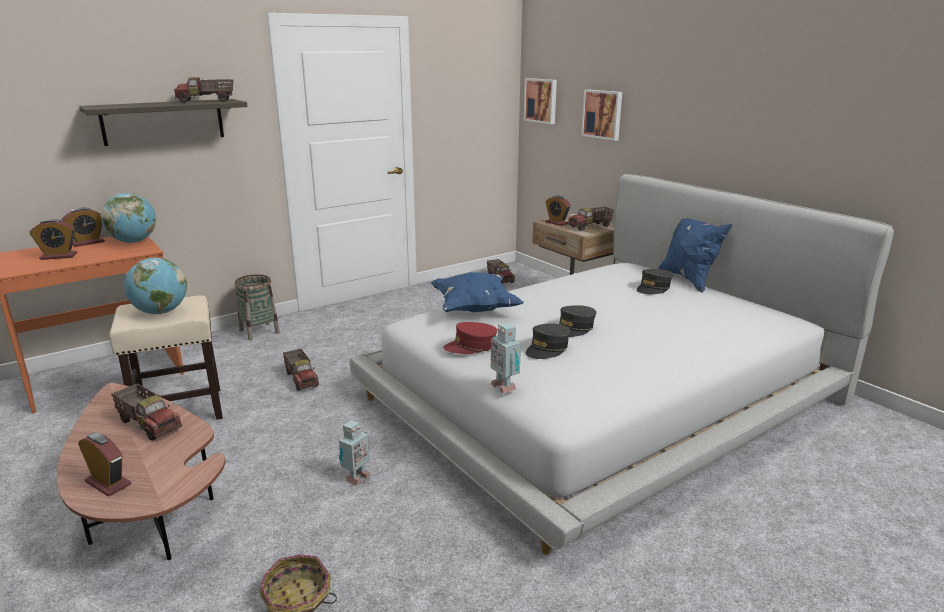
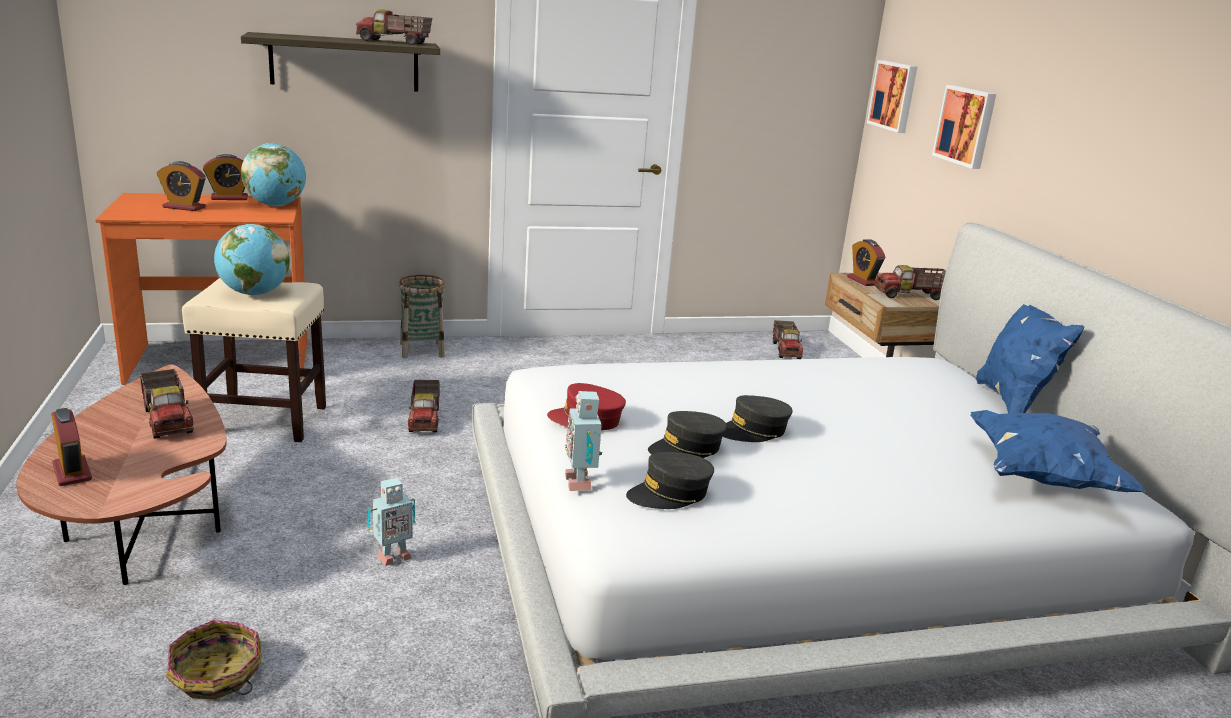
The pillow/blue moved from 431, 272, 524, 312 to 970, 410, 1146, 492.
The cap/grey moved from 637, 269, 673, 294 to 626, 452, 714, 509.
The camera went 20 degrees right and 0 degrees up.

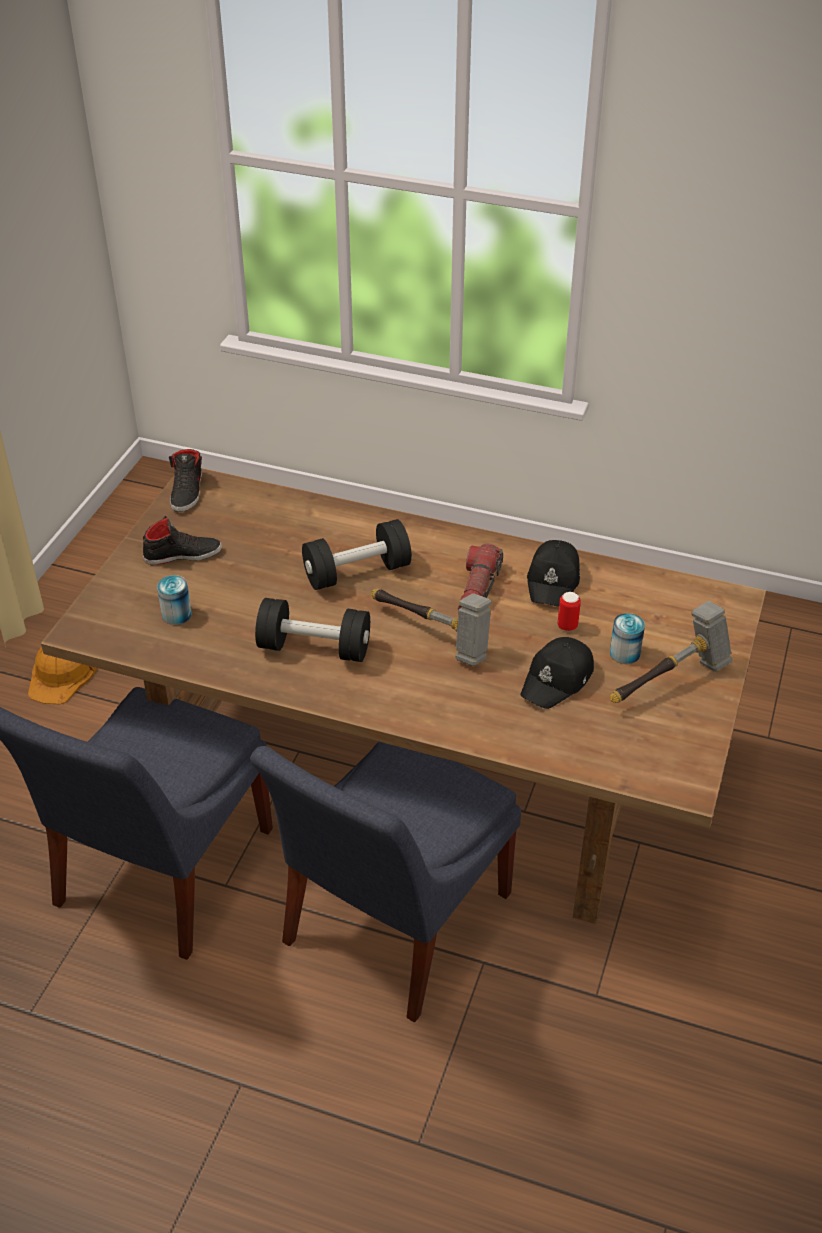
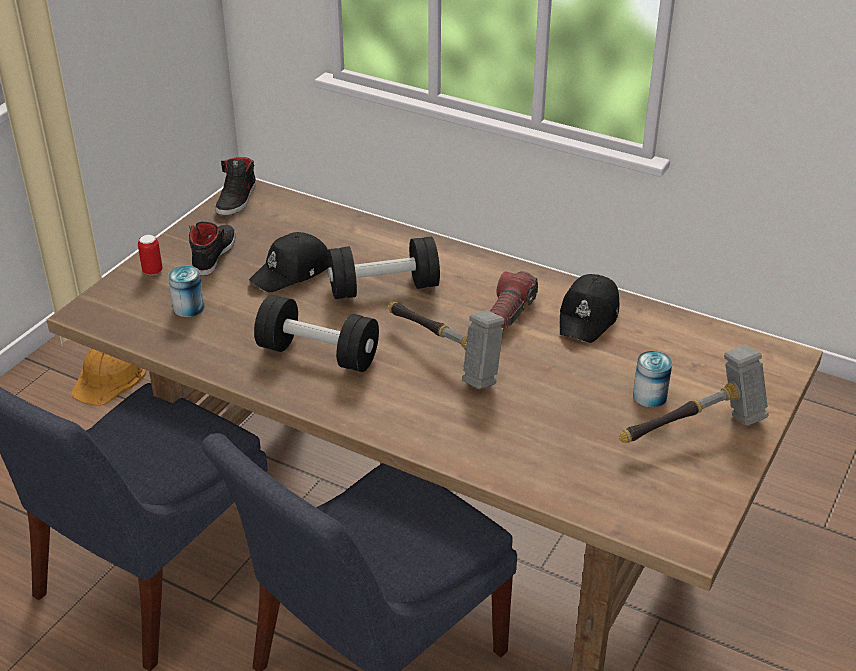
The shoe/black at 143, 516, 222, 565 turned 75 degrees counterclockwise.
The cap/black moved from 520, 637, 594, 709 to 249, 232, 329, 292.
The can moved from 558, 592, 581, 631 to 138, 235, 163, 275.
The camera went 10 degrees right and 5 degrees down.

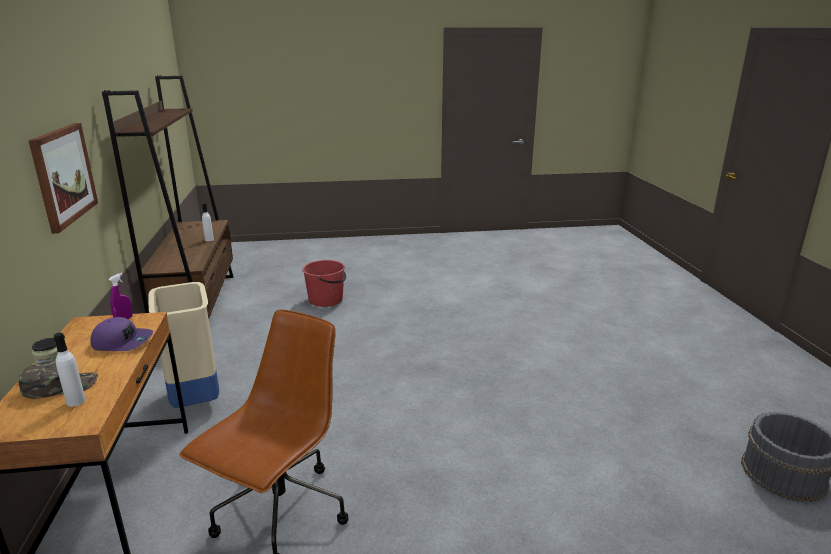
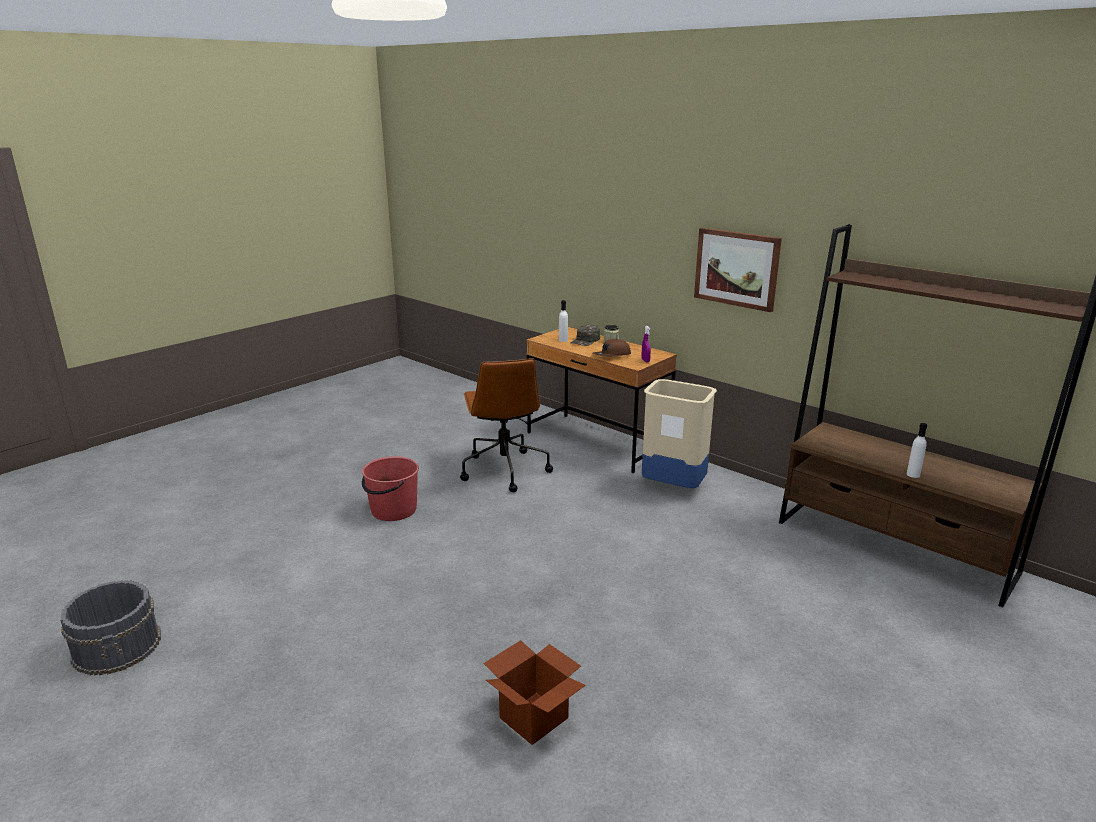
The cap/purple at 91, 317, 153, 351 became the cap/brown at 593, 339, 631, 357.
The bucket/red moved from 302, 260, 346, 307 to 362, 456, 419, 521.
The cardboard box at 483, 640, 586, 745 appeared.
The camera went 140 degrees right and 0 degrees up.

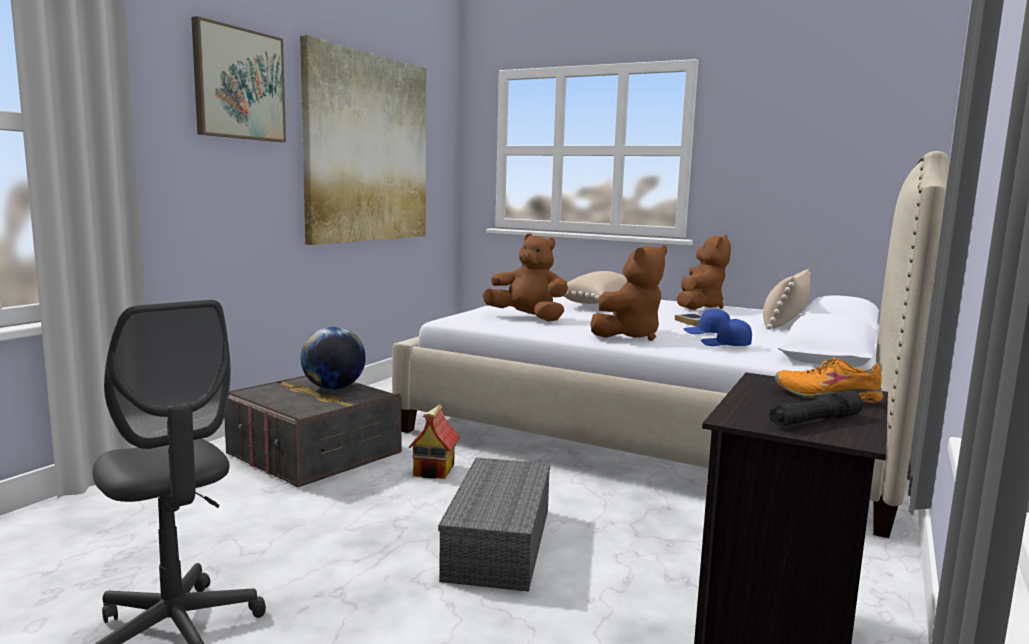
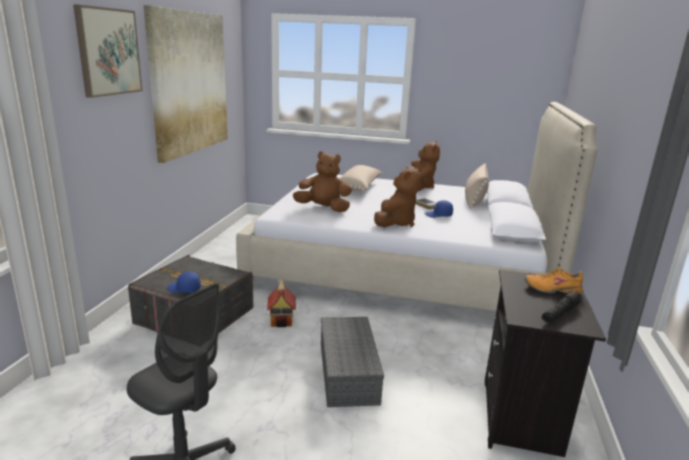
The globe at 301, 326, 366, 390 disappeared.
The cap/blue moved from 701, 319, 752, 346 to 167, 272, 201, 293.
The camera went 15 degrees left and 10 degrees up.

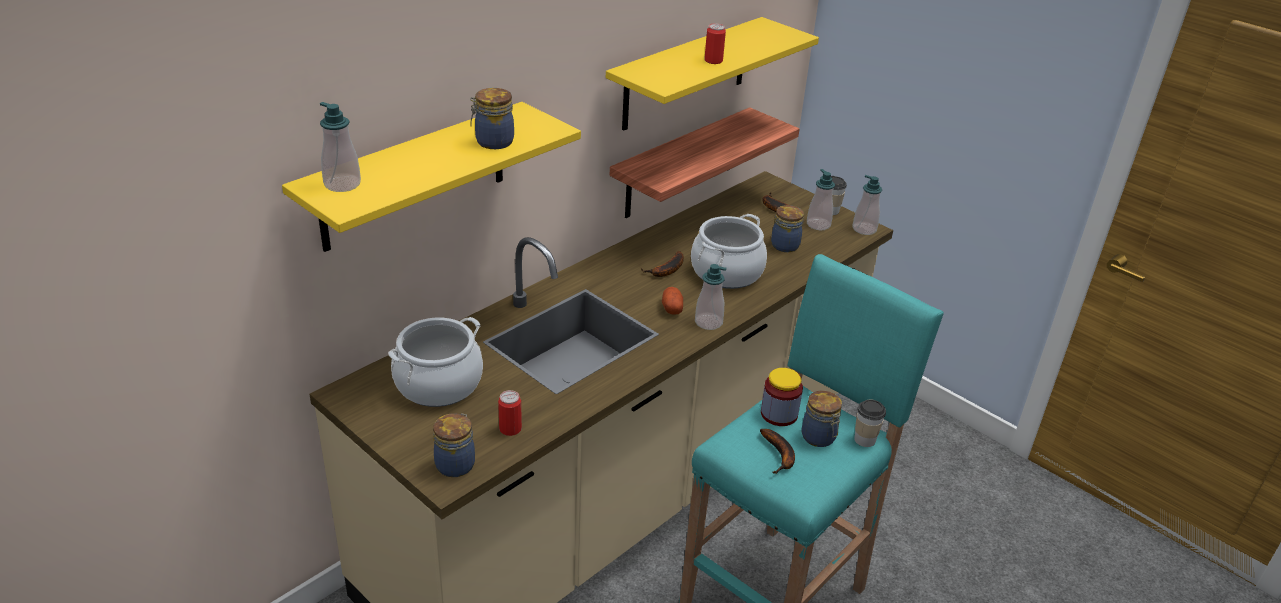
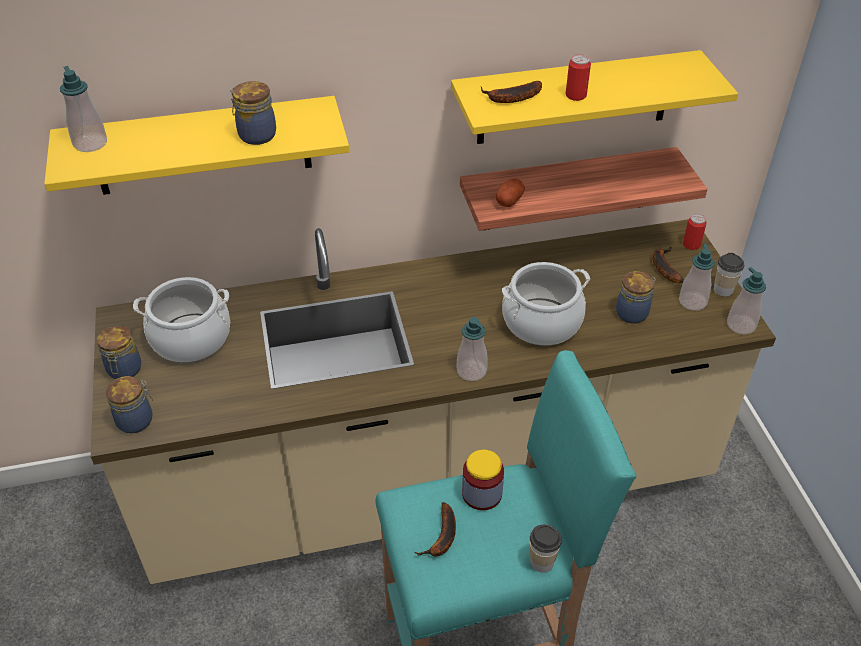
The can moved from 498, 390, 522, 436 to 683, 213, 707, 250.
The banana moved from 641, 251, 684, 277 to 481, 81, 542, 103.
The potato moved from 662, 287, 683, 314 to 496, 178, 525, 207.
The jar moved from 801, 391, 842, 447 to 97, 325, 141, 379.
The camera went 35 degrees right and 10 degrees up.

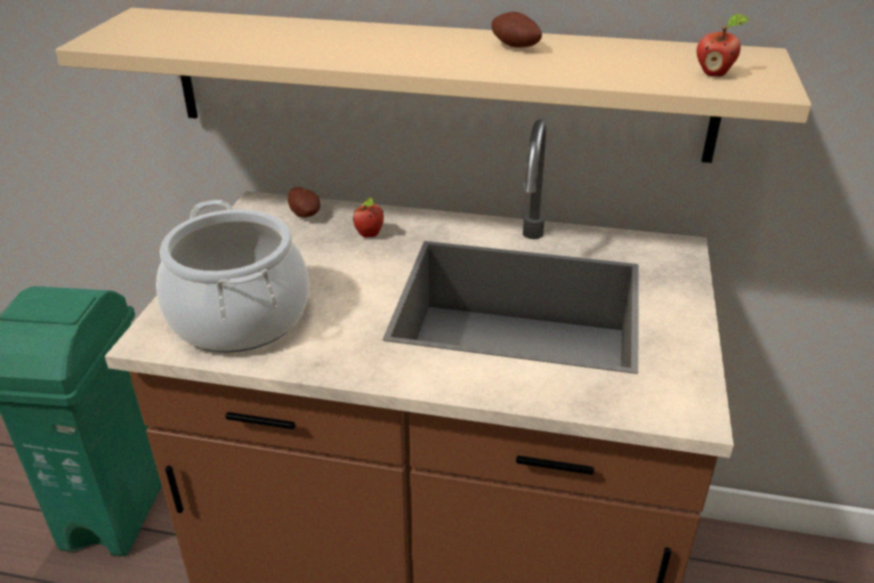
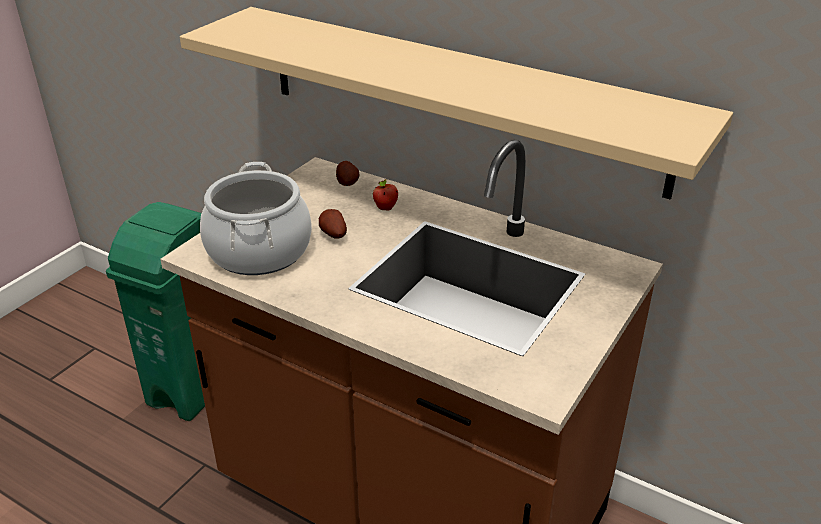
The potato moved from 491, 12, 542, 48 to 319, 209, 347, 239.
The apple at 697, 14, 749, 77 disappeared.
The camera went 20 degrees right and 0 degrees up.

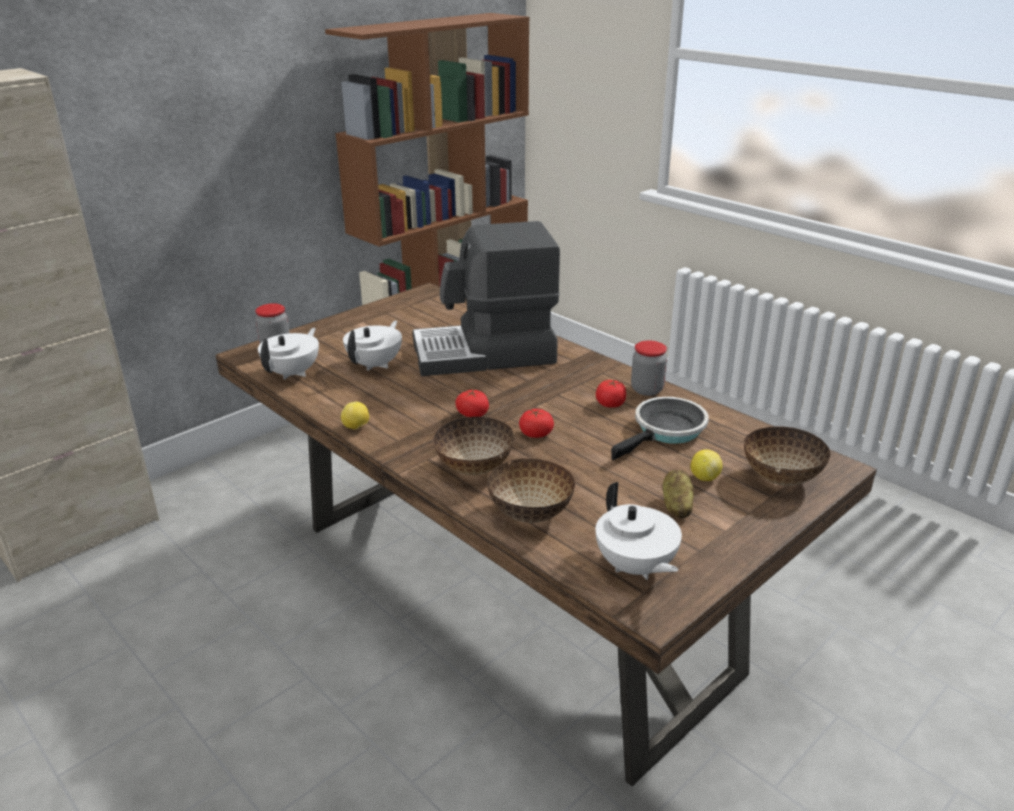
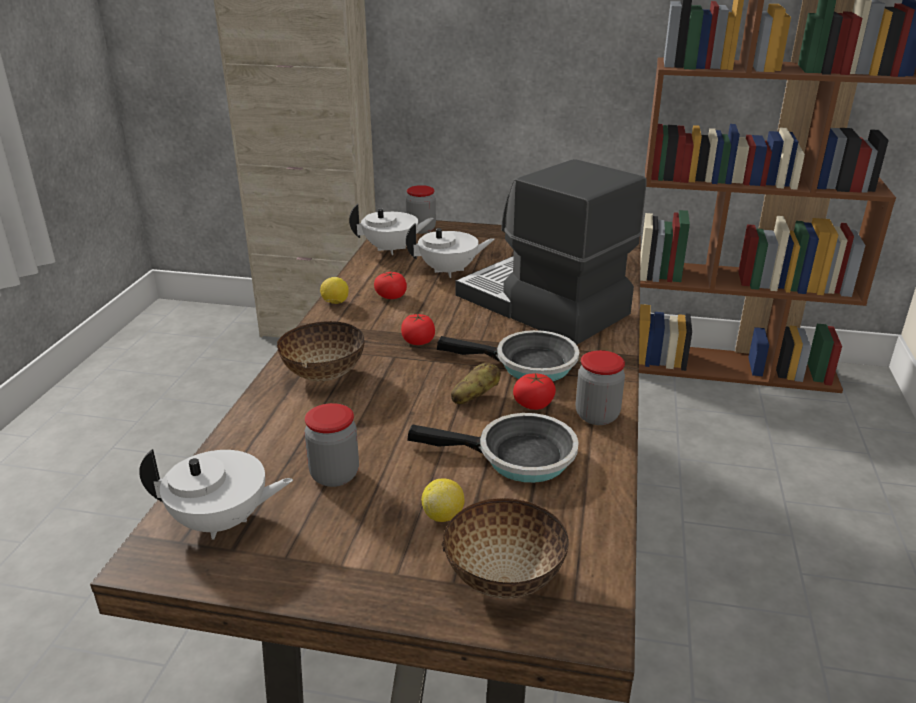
The bowl at 487, 458, 576, 523 disappeared.
The tomato moved from 519, 409, 554, 438 to 374, 272, 407, 299.
The teapot/white at 596, 482, 682, 580 turned 120 degrees counterclockwise.
The potato moved from 663, 470, 694, 518 to 451, 363, 501, 404.
The jar at 304, 403, 359, 487 appeared.
The frying pan at 437, 330, 579, 381 appeared.
The camera went 55 degrees right and 0 degrees up.

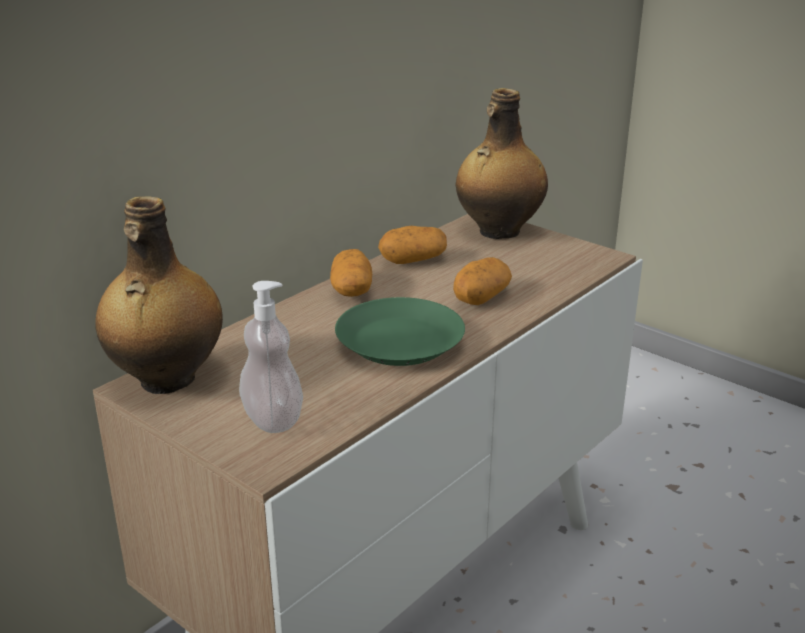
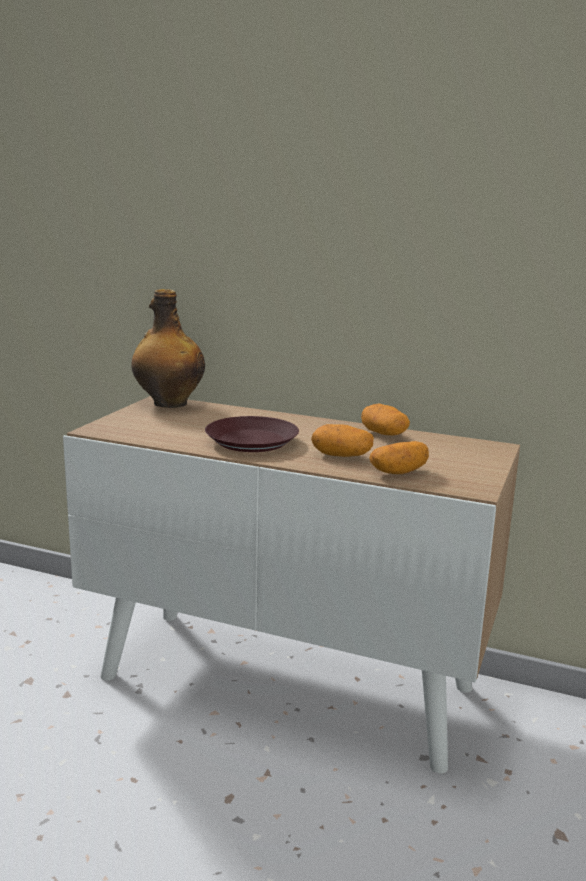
The soap dispenser at 239, 281, 303, 433 disappeared.
The potato moved from 330, 249, 372, 297 to 369, 441, 429, 474.
The plate/green at 335, 297, 465, 366 became the plate/brown at 205, 416, 299, 452.
The bottle at 456, 88, 548, 239 disappeared.
The camera went 70 degrees right and 10 degrees down.

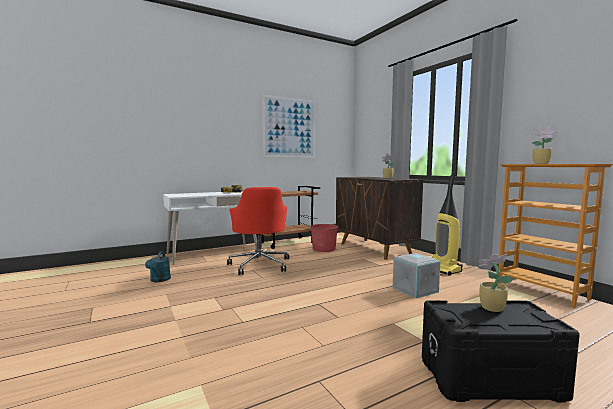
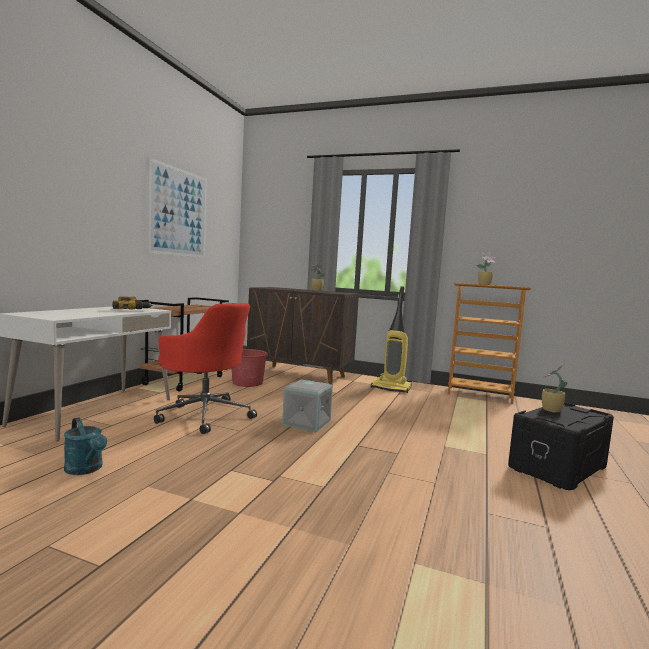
The storage box/grey moved from 393, 253, 440, 298 to 282, 379, 333, 432.
The camera went 40 degrees left and 0 degrees up.

